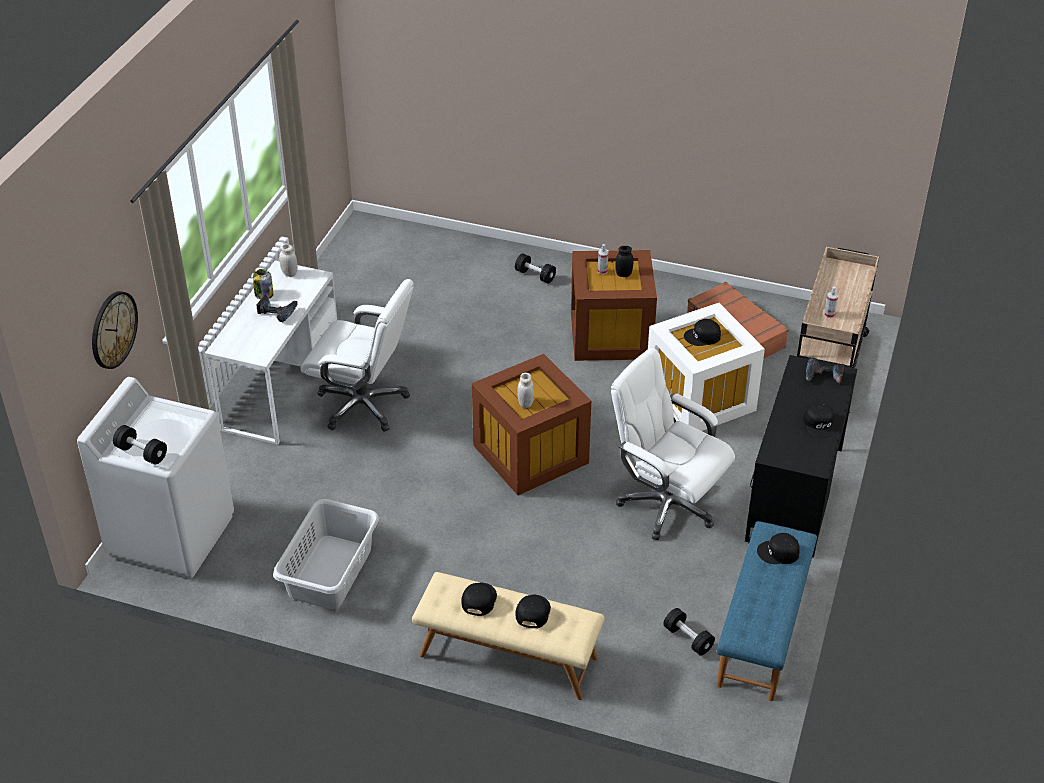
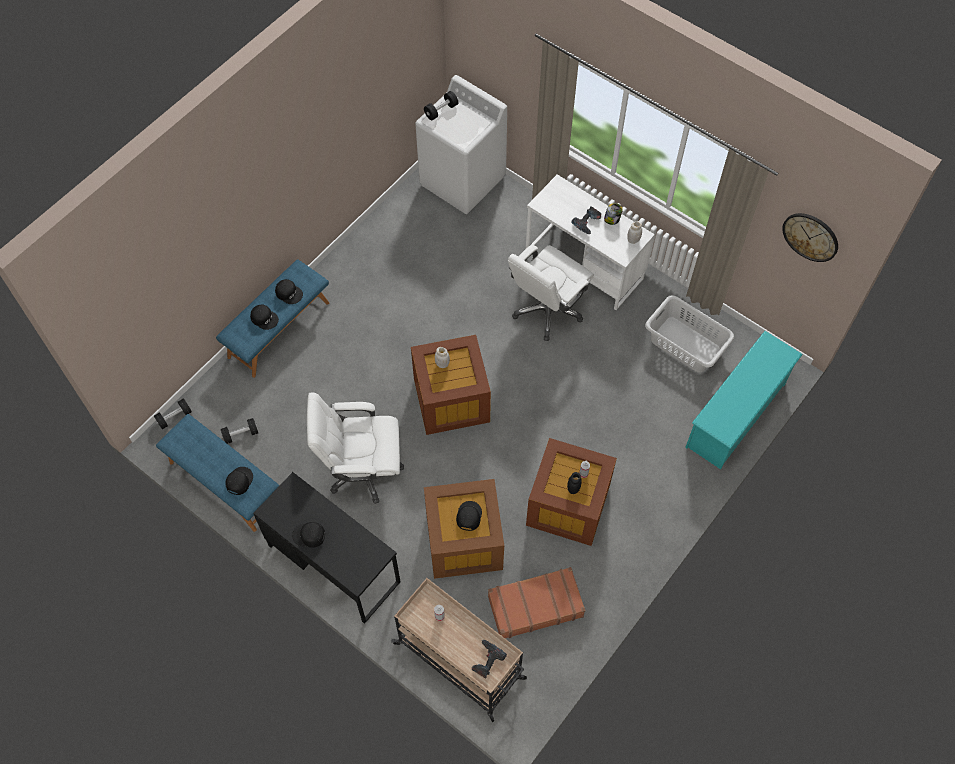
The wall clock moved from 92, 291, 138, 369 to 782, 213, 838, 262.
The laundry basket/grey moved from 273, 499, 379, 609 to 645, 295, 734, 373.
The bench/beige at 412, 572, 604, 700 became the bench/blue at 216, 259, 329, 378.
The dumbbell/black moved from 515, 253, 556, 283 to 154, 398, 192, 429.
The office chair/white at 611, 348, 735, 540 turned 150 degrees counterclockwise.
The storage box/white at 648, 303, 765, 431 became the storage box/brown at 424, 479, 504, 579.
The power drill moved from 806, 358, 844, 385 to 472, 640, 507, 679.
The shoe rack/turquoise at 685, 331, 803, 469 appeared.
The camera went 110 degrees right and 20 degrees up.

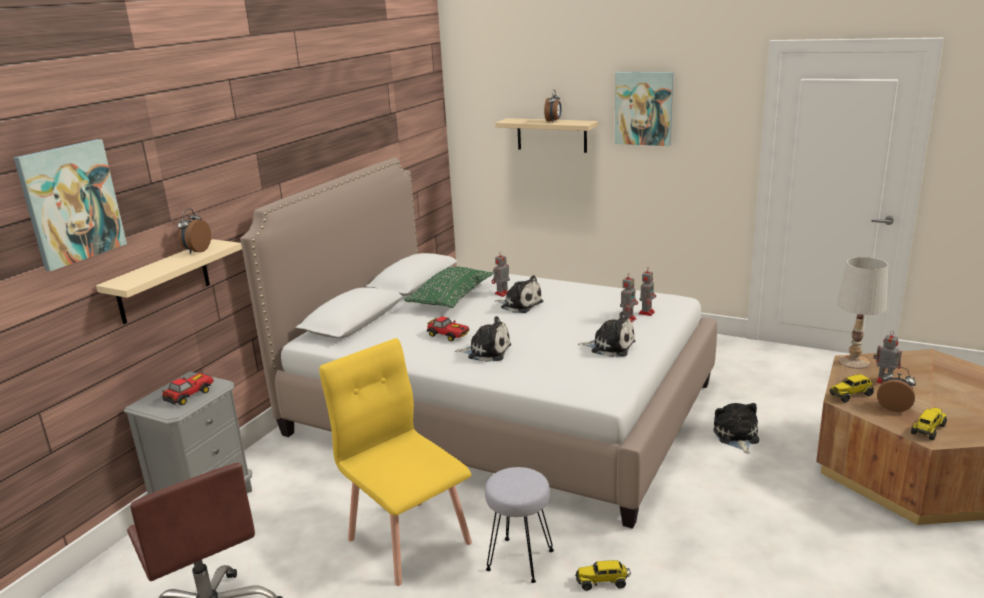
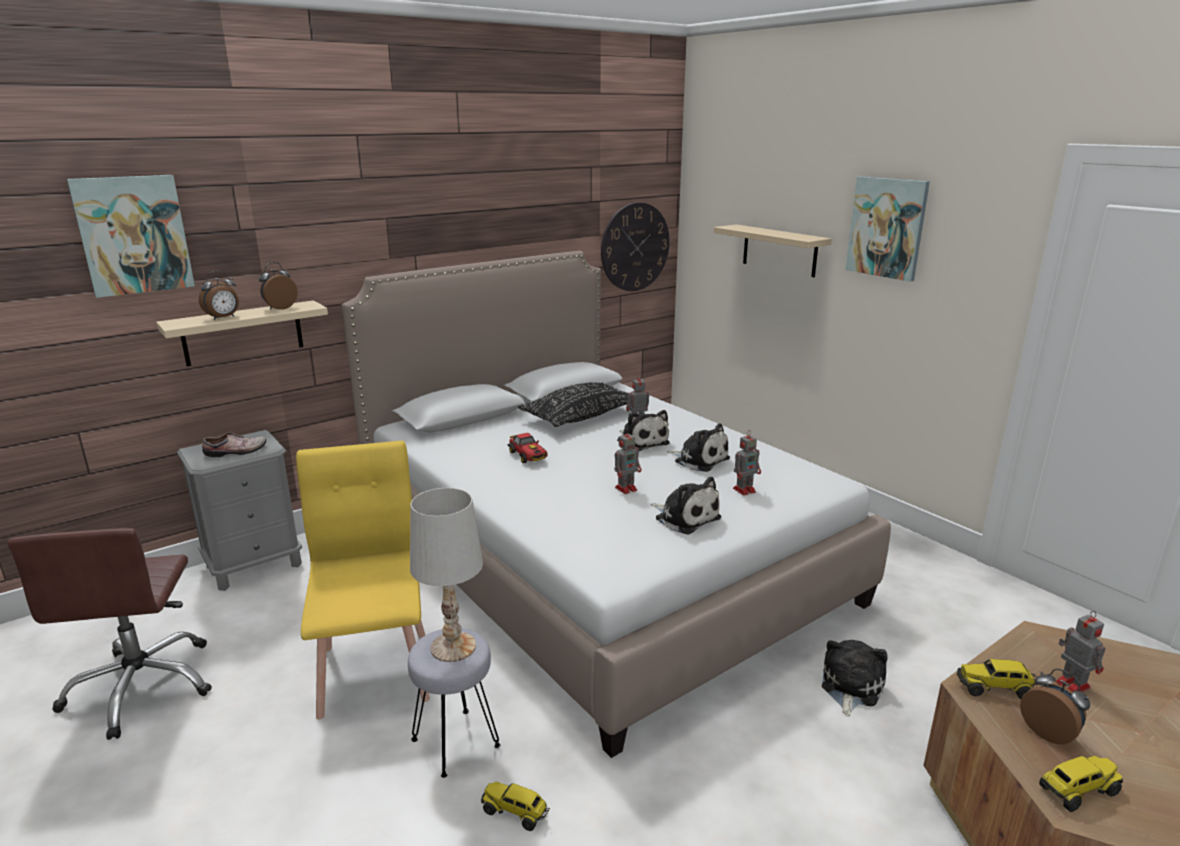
The toy car at 161, 373, 214, 405 was replaced by the shoe at 202, 432, 266, 457.
The pillow/green at 404, 267, 494, 308 became the pillow/black at 518, 382, 628, 427.
The plush toy moved from 455, 316, 511, 362 to 667, 423, 730, 472.
The alarm clock moved from 544, 90, 561, 123 to 199, 270, 239, 320.
The toy robot moved from 638, 267, 656, 316 to 615, 429, 641, 494.
The table lamp/white moved from 837, 257, 888, 369 to 410, 488, 483, 662.
The wall clock at 601, 202, 670, 291 appeared.
The camera went 25 degrees right and 0 degrees up.

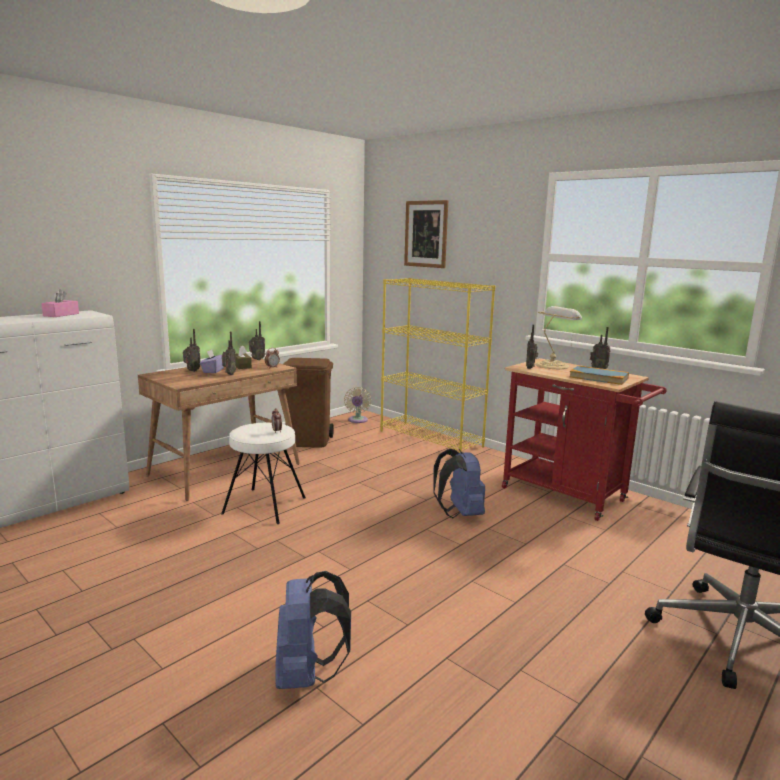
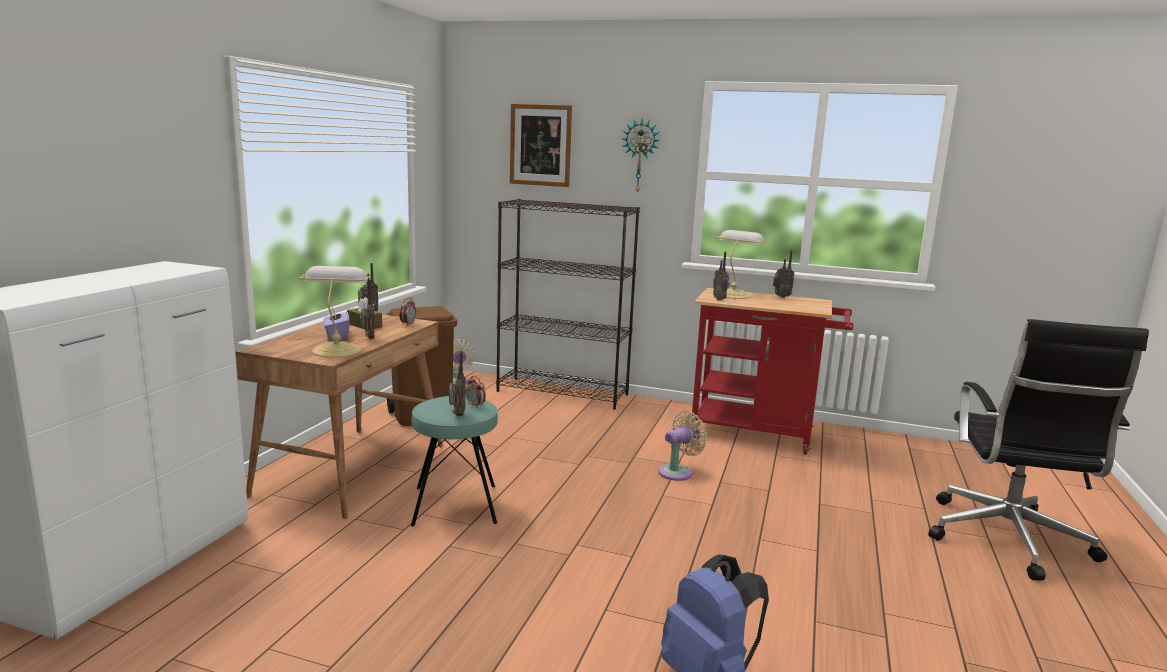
The tissue box/pink at 41, 289, 79, 317 disappeared.
The radio moved from 183, 329, 200, 372 to 449, 352, 466, 416.
The stool/white at 221, 423, 306, 524 became the stool/turquoise at 411, 396, 498, 527.
The bookcase/yellow at 380, 278, 495, 453 became the bookcase/black at 496, 199, 640, 410.
The backpack/blue at 433, 449, 485, 518 was replaced by the fan/beige at 658, 411, 707, 481.
The book at 569, 365, 629, 385 disappeared.
The table lamp at 299, 266, 369, 357 appeared.
The wall clock at 621, 119, 661, 194 appeared.
The camera went 25 degrees left and 0 degrees up.

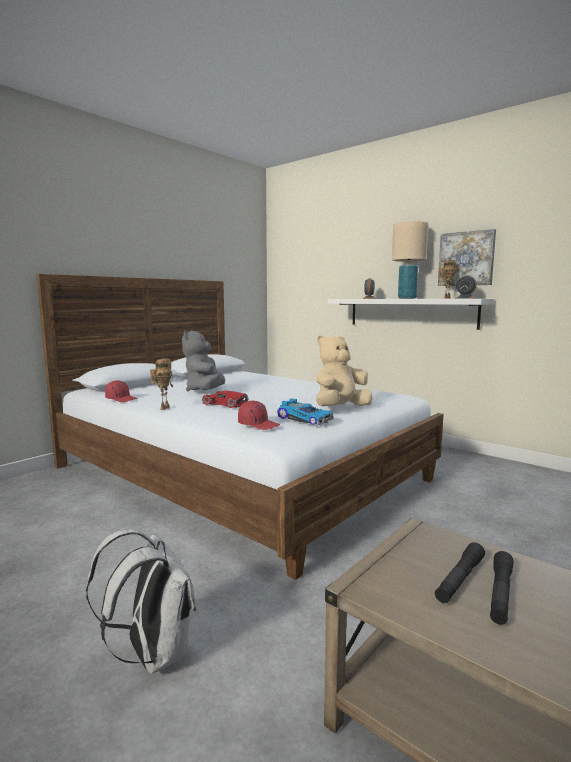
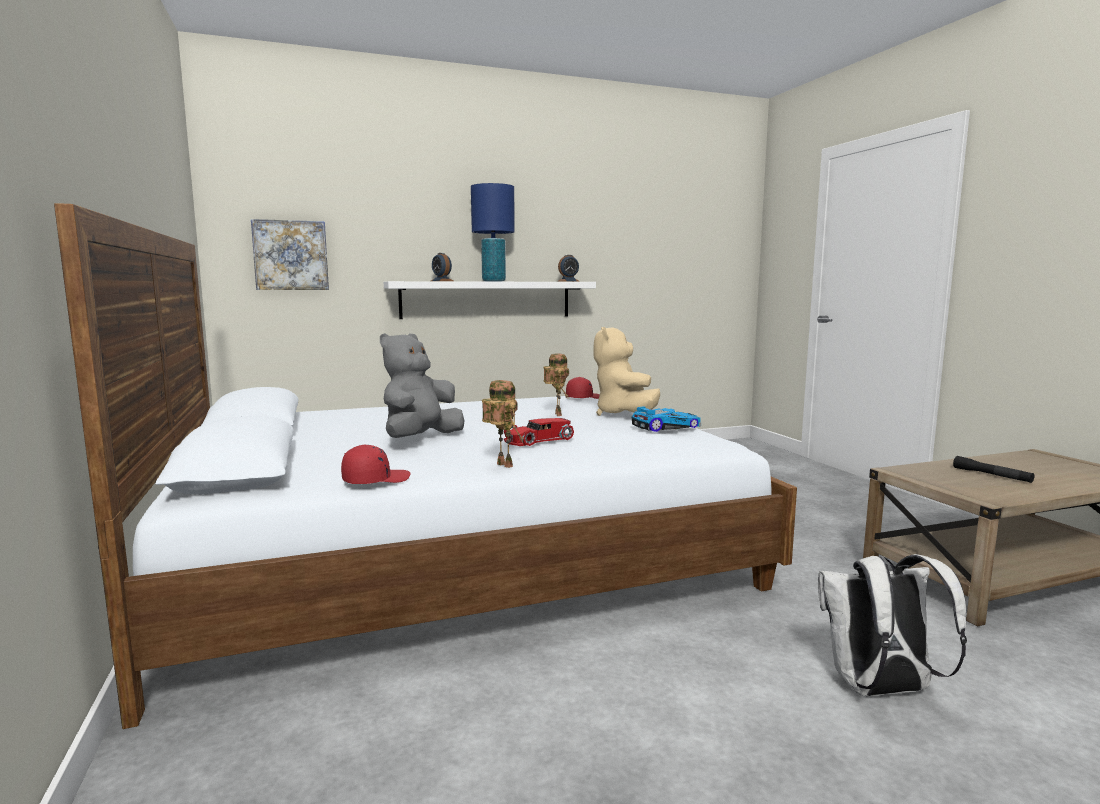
The plush toy/grey at 182, 331, 225, 392 turned 90 degrees clockwise.
The cap/red moved from 238, 400, 280, 430 to 566, 377, 600, 399.
The table lamp/beige at 392, 221, 429, 299 became the table lamp/blue at 471, 183, 515, 281.
The flashlight/black at 435, 542, 485, 603 disappeared.
The picture moved from 438, 229, 496, 286 to 251, 219, 329, 290.
The toy robot moved from 439, 260, 456, 299 to 543, 353, 570, 416.
The camera went 60 degrees left and 0 degrees up.

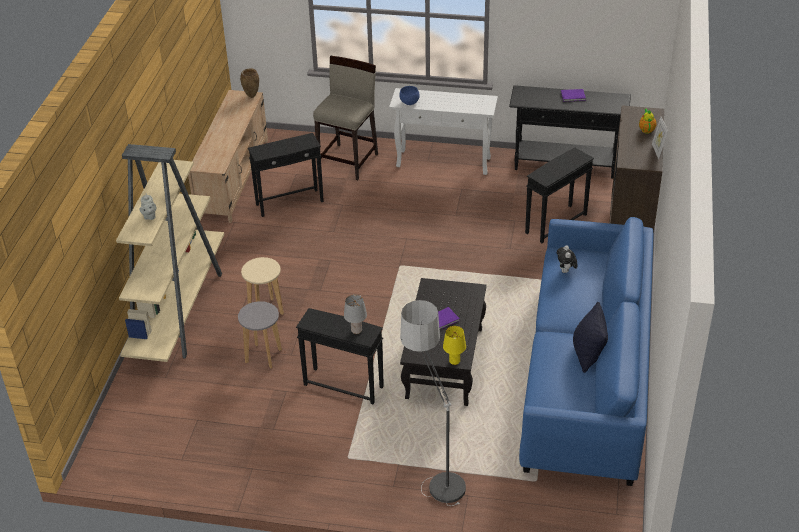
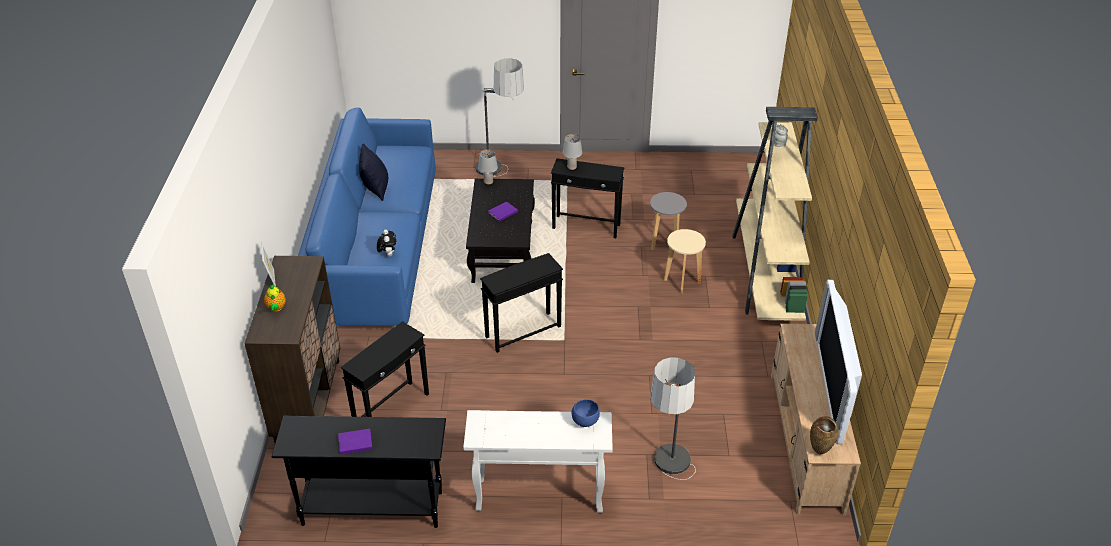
The side table/black moved from 248, 133, 324, 217 to 480, 253, 563, 353.
The stool/beige at 313, 56, 378, 180 was replaced by the floor lamp at 651, 357, 696, 480.
The table lamp/yellow at 443, 326, 466, 365 became the table lamp/grey at 478, 150, 498, 185.
The television at 815, 280, 862, 444 appeared.
The camera went 170 degrees right and 0 degrees up.

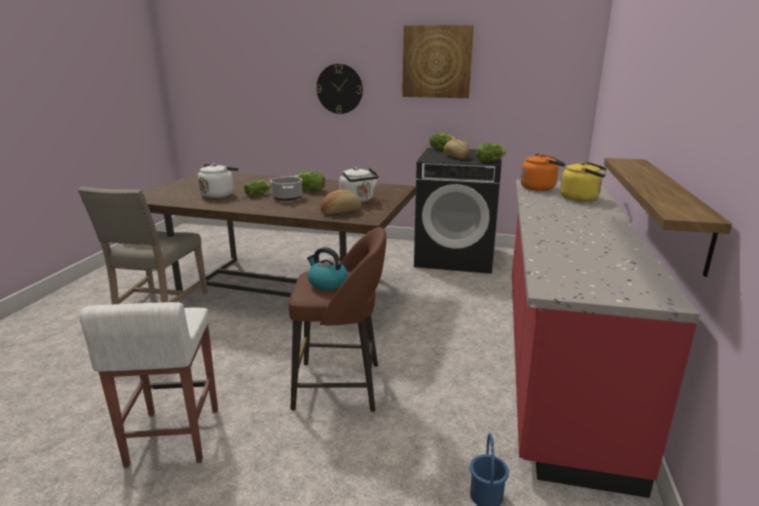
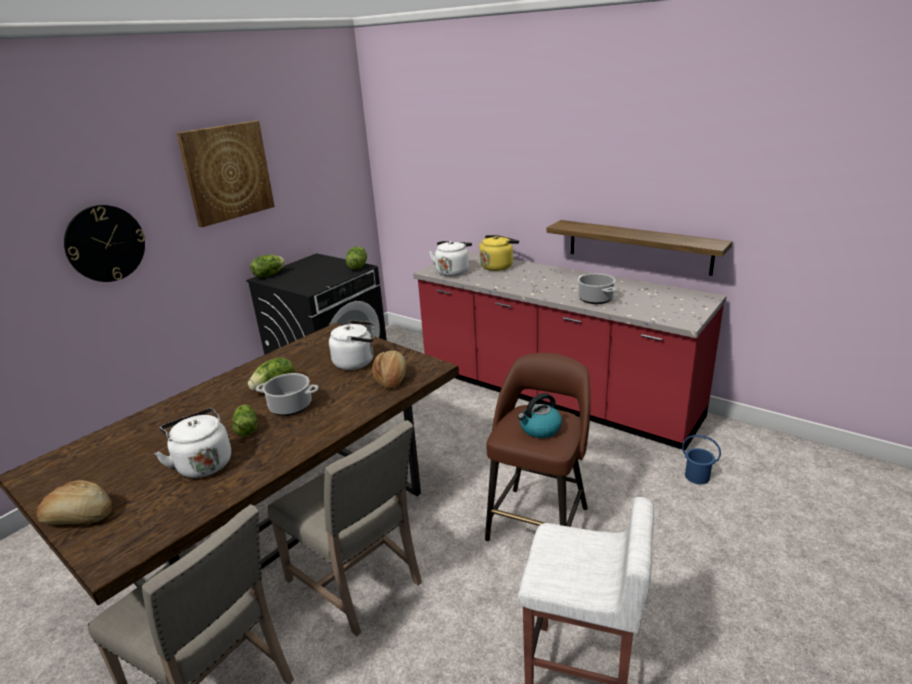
The bread moved from 443, 139, 469, 159 to 37, 480, 112, 525.
The kettle/orange at 520, 153, 566, 191 became the kettle/white at 429, 241, 472, 276.
The chair/beige at 268, 420, 422, 637 appeared.
The cooking pot at 578, 273, 615, 304 appeared.
The camera went 65 degrees left and 5 degrees up.

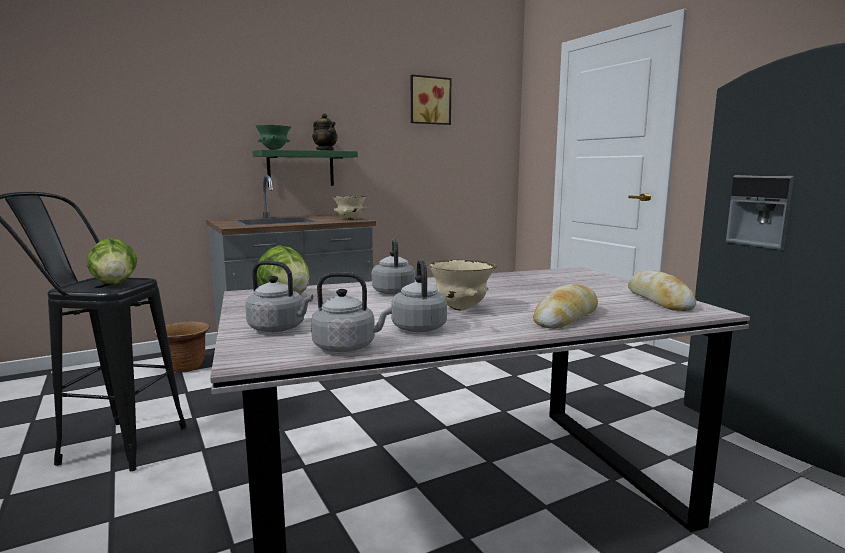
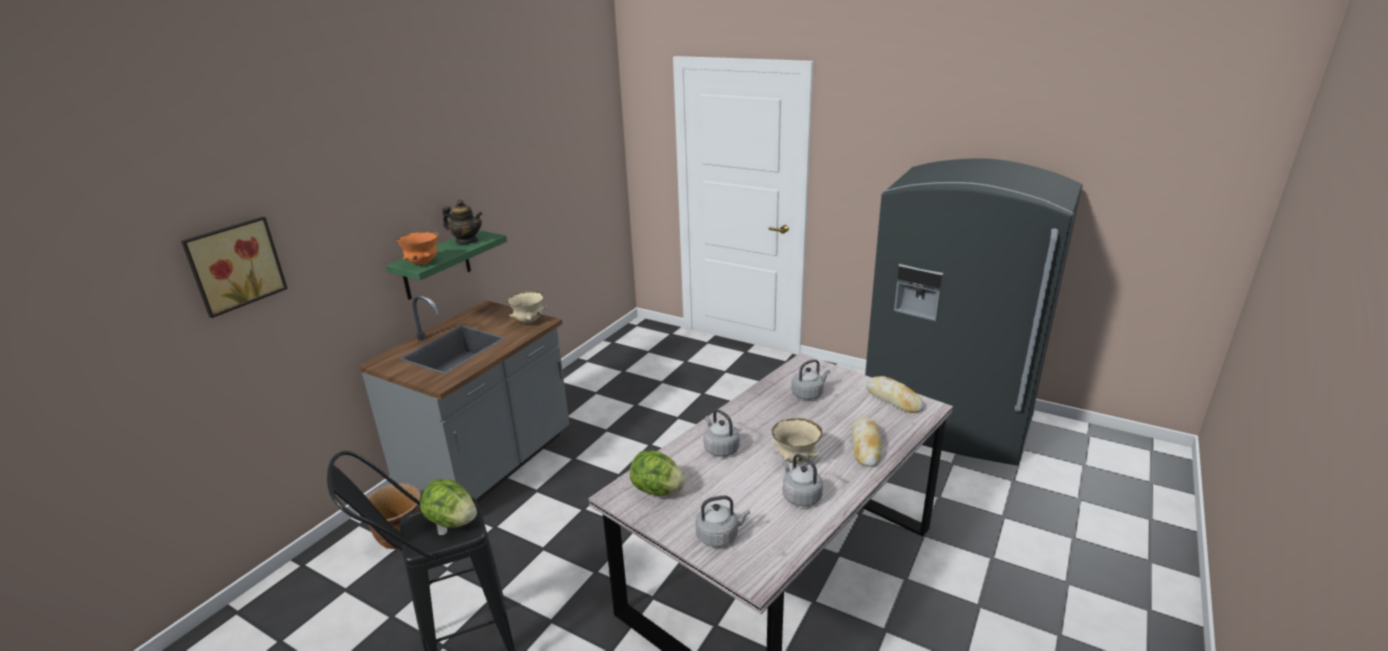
The bowl/green at 256, 125, 291, 150 became the bowl/orange at 396, 231, 440, 265.
The kettle/grey moved from 311, 272, 392, 352 to 791, 359, 830, 400.
The picture moved from 411, 75, 451, 125 to 181, 217, 288, 318.
The camera went 30 degrees left and 15 degrees up.

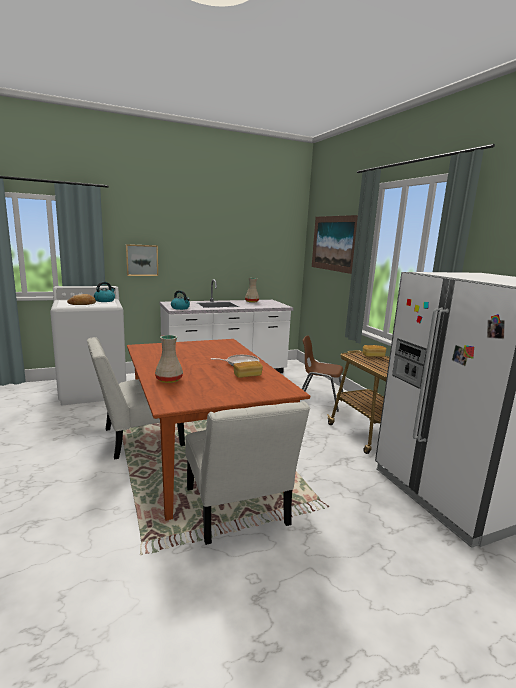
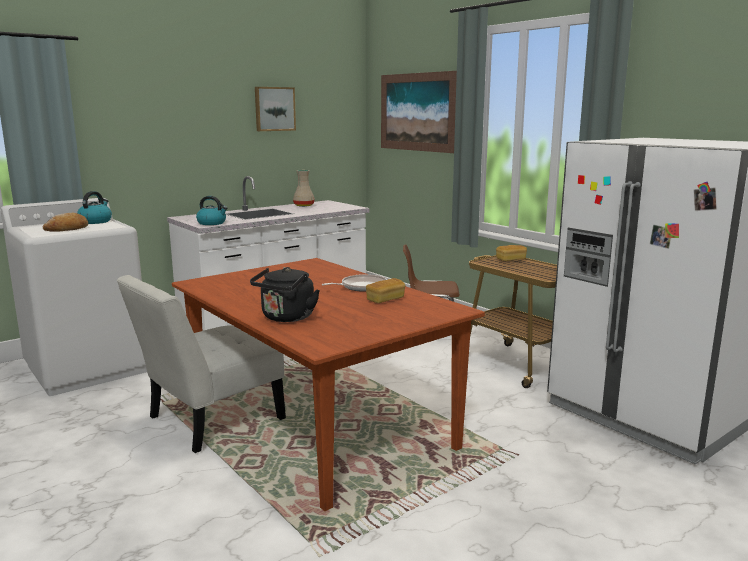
The picture moved from 126, 244, 158, 276 to 255, 87, 296, 131.
The vase/beige at 155, 335, 183, 383 was replaced by the kettle/black at 250, 267, 320, 322.
The chair/white at 185, 401, 310, 545 disappeared.
The camera went 15 degrees left and 0 degrees up.

